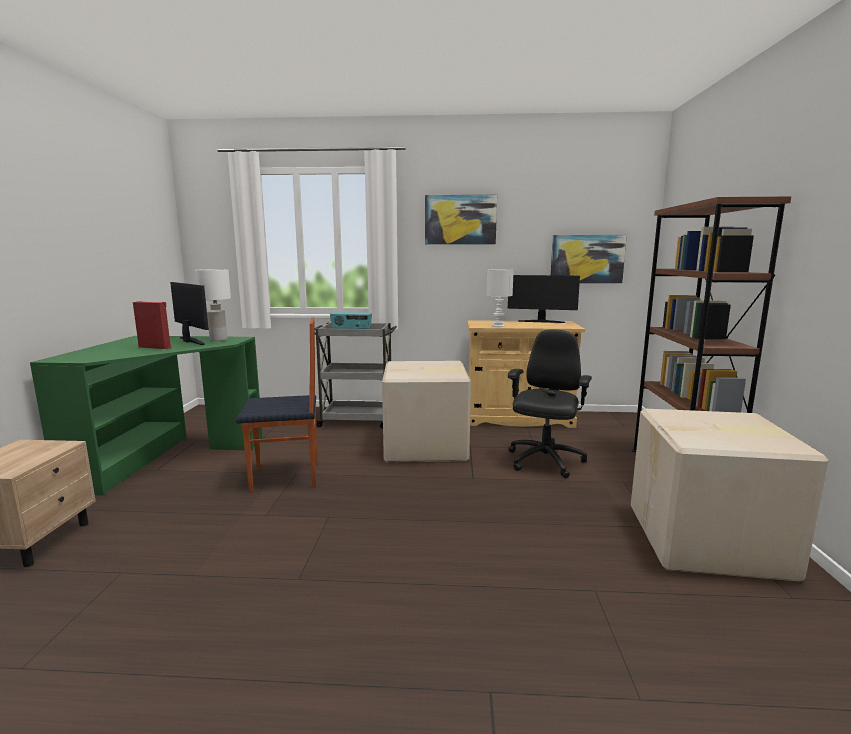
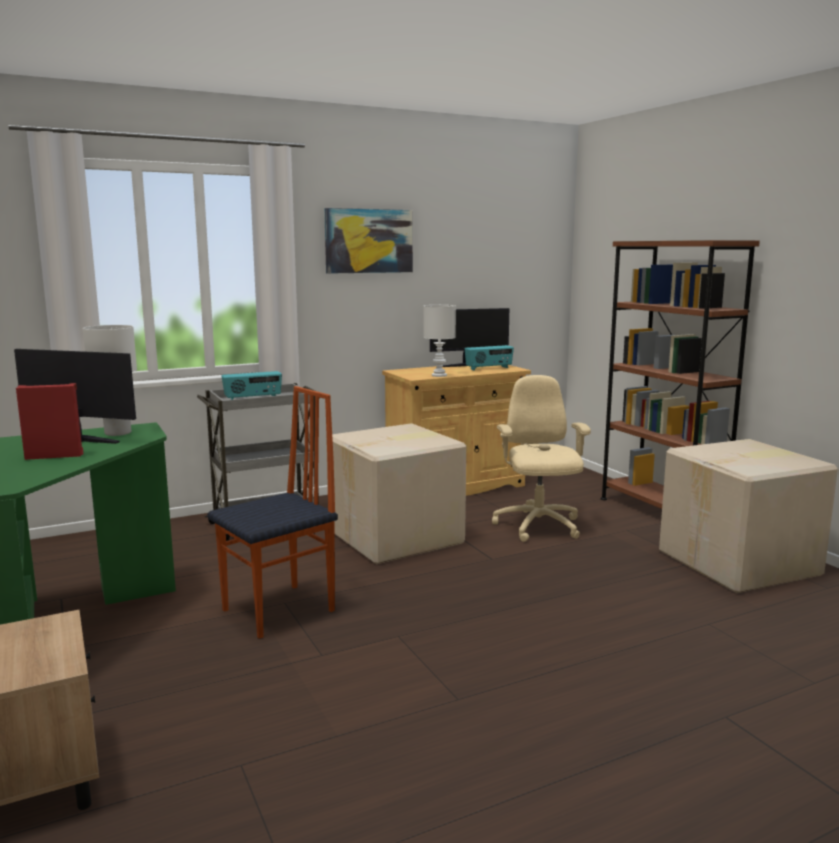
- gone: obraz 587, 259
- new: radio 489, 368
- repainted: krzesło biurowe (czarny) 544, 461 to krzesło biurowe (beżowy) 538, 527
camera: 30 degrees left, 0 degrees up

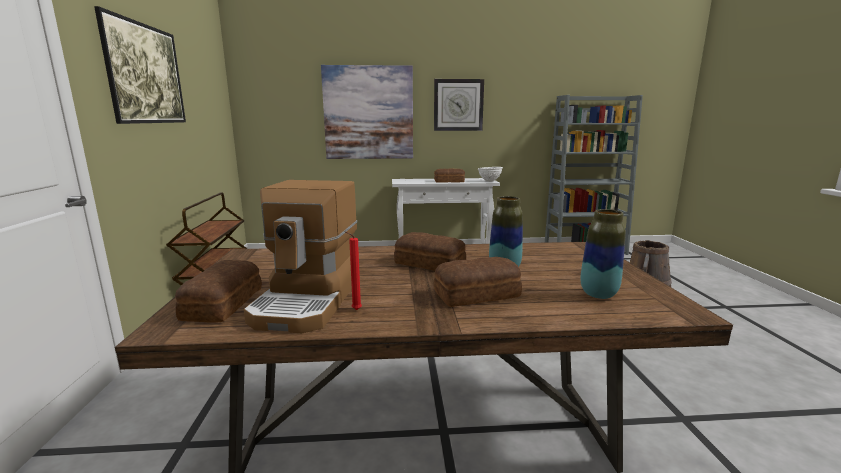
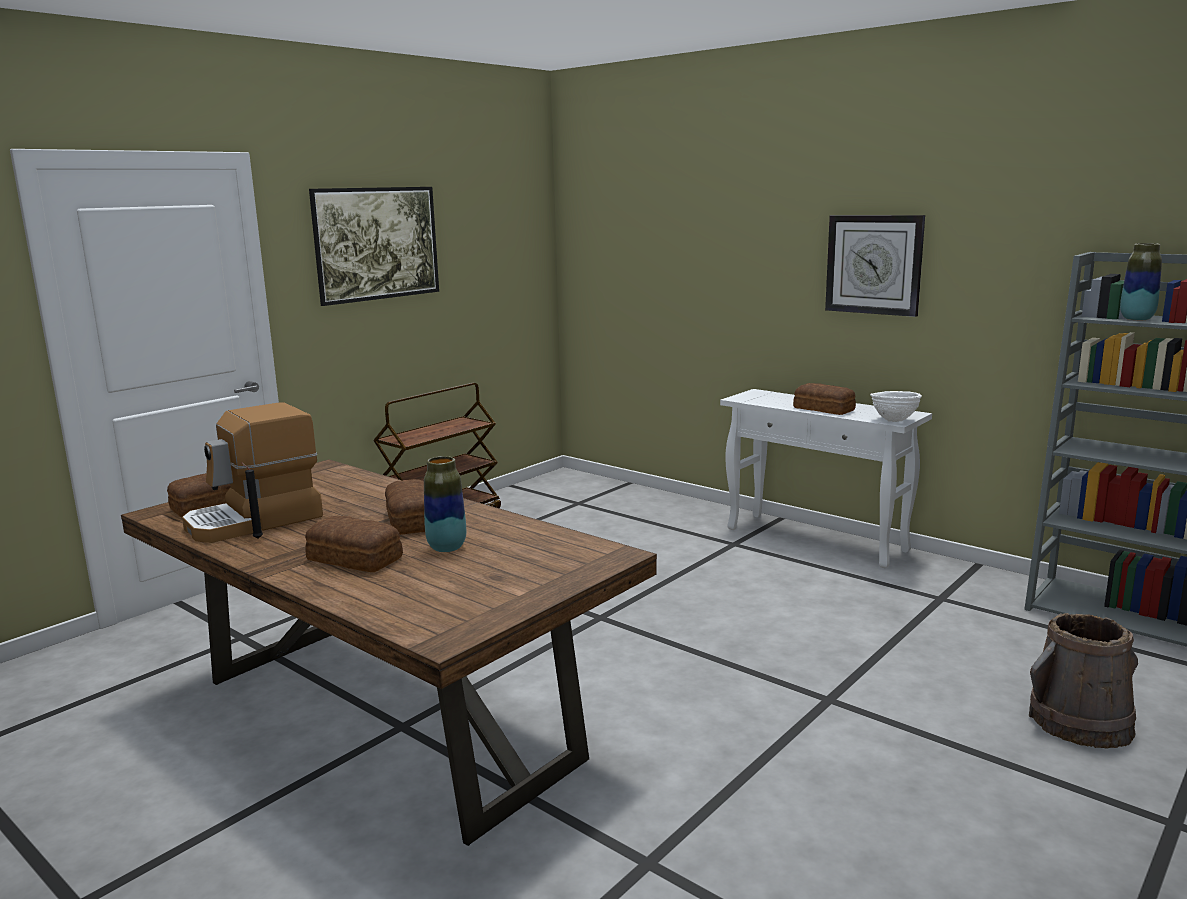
- gone: obraz 368, 113
- shifted: wazon 598, 294 to 1136, 319
- repainted: świeca (czerwony) 355, 310 to świeca (czarny) 256, 538
camera: 45 degrees right, 0 degrees up

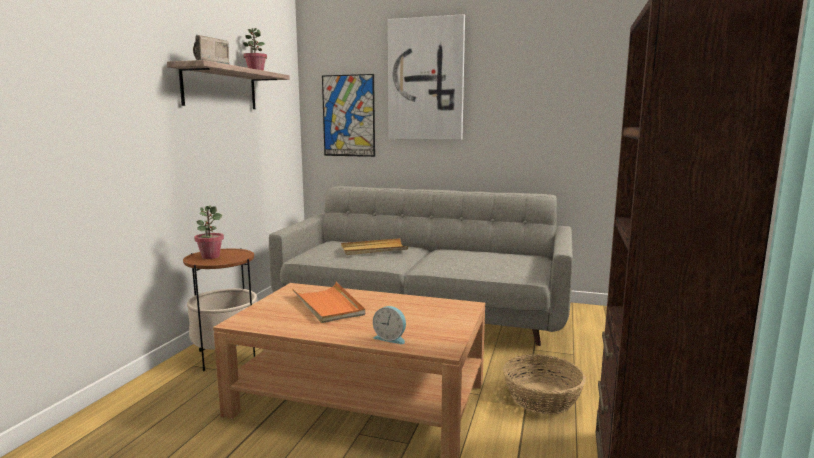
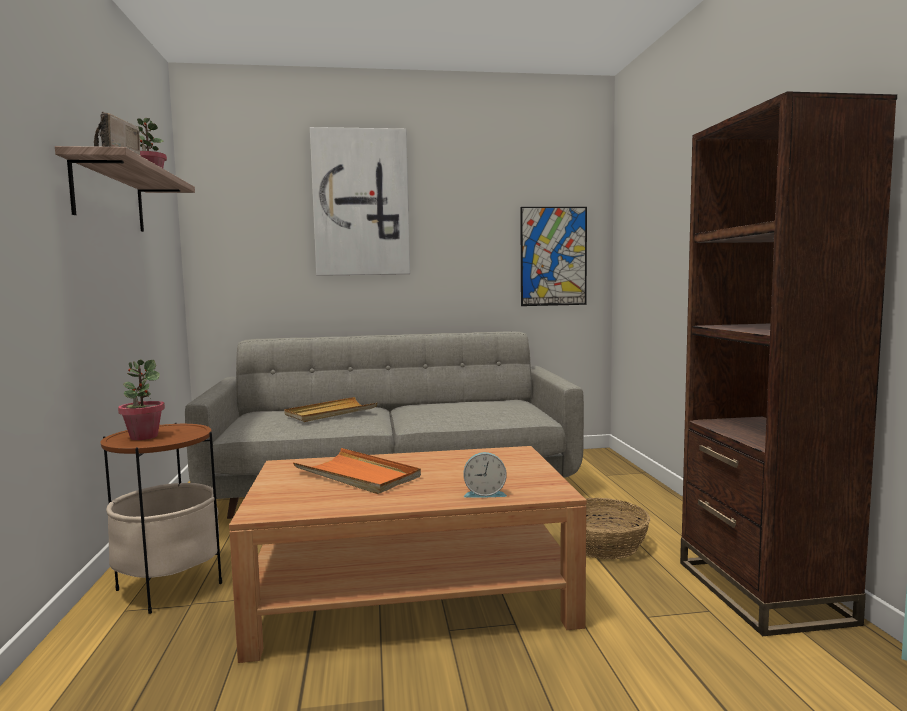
- shifted: obraz 348, 116 to 553, 256
camera: 25 degrees left, 5 degrees down

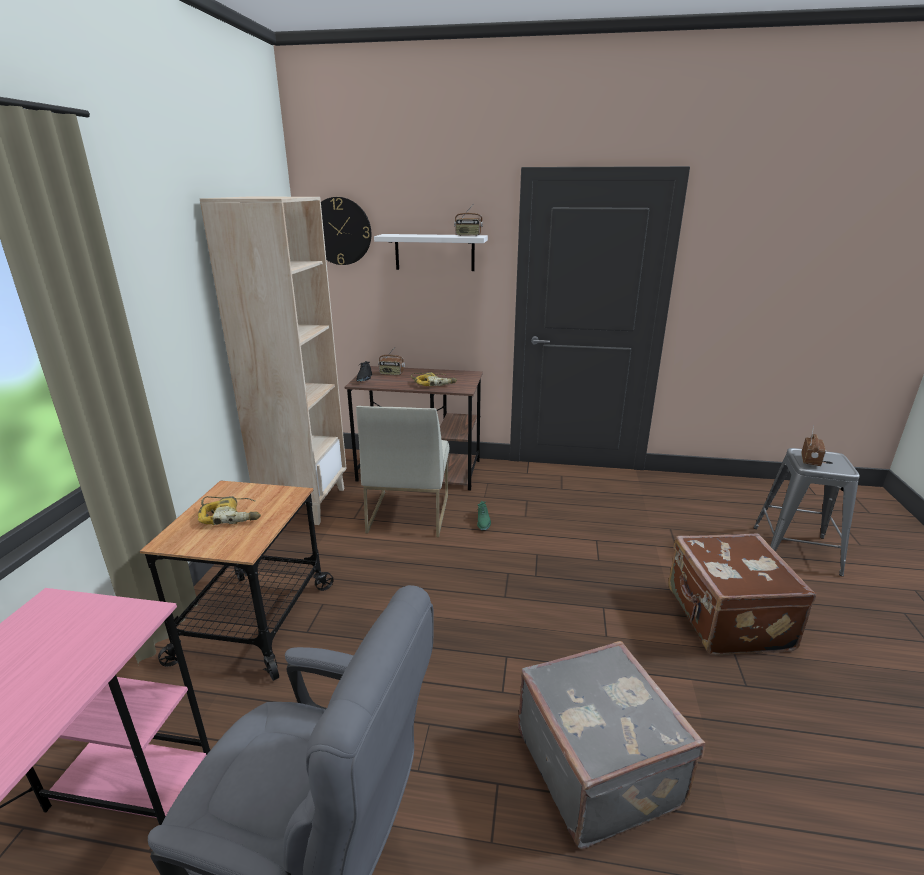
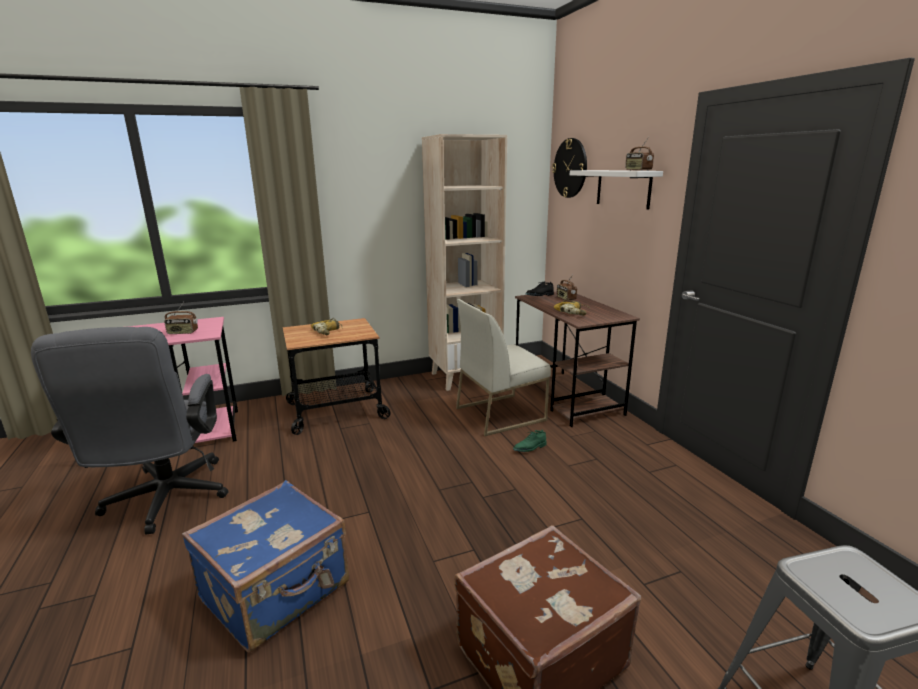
- shifted: radio 811, 460 to 182, 333
- repainted: walizka (szary) 599, 766 to walizka (niebieski) 277, 592
camera: 60 degrees right, 5 degrees down

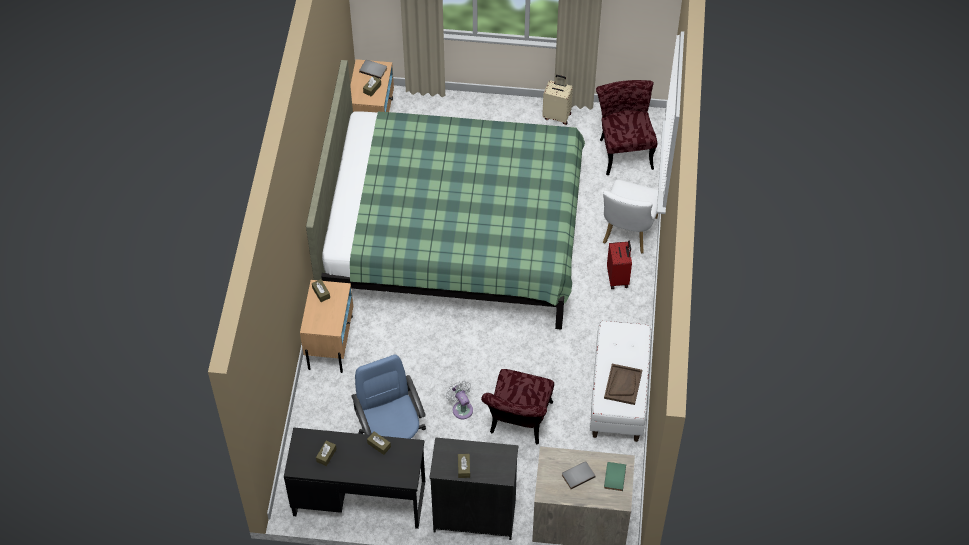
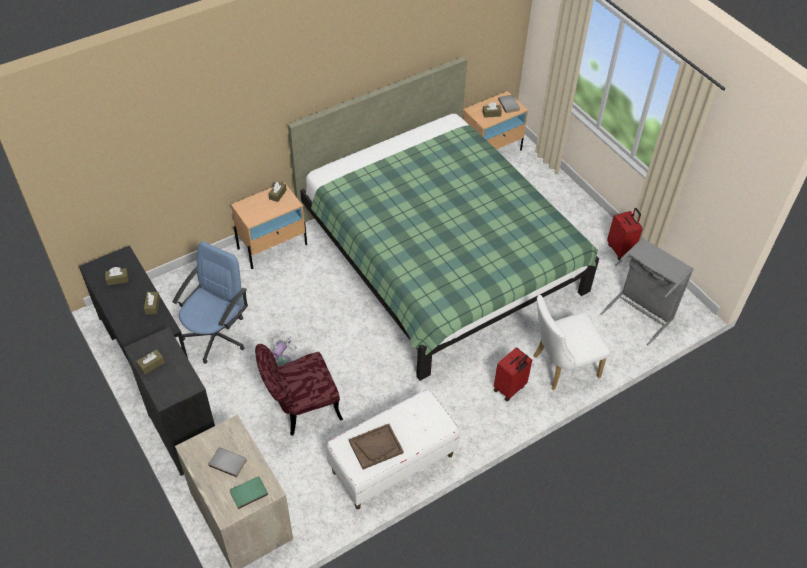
- swapped: krzesło (czerwony) 624, 149 to kosz na pranie (szary) 641, 312
- repainted: walizka (beżowy) 557, 116 to walizka (czerwony) 620, 250
camera: 50 degrees right, 5 degrees down

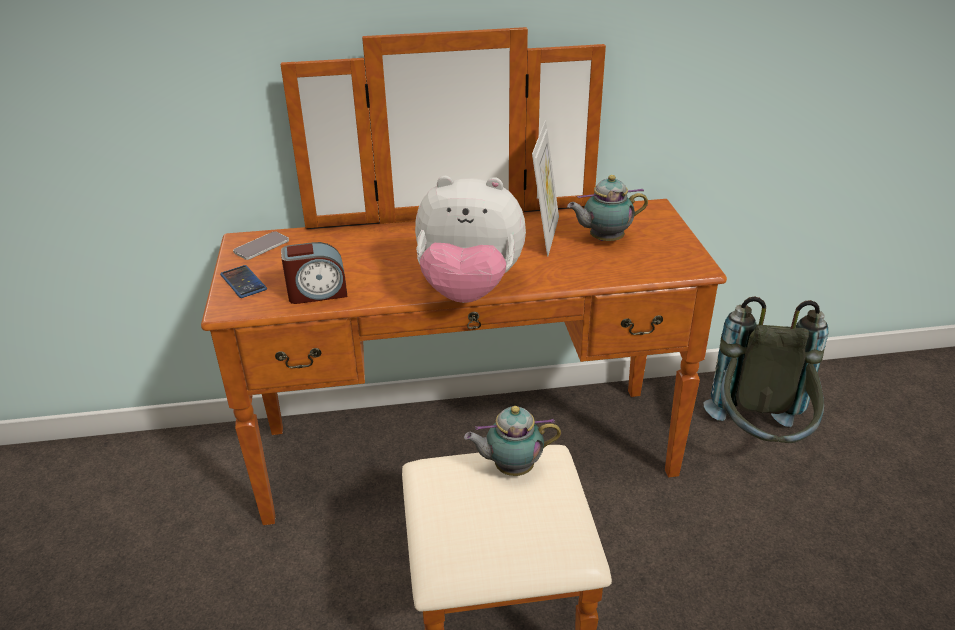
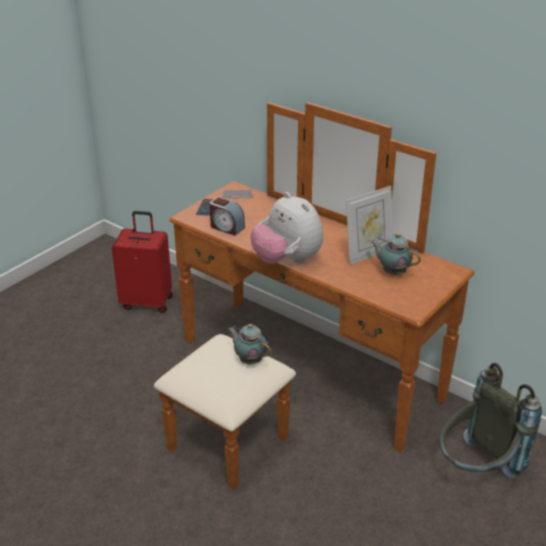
- new: walizka (czerwony) 147, 302
camera: 45 degrees right, 0 degrees up

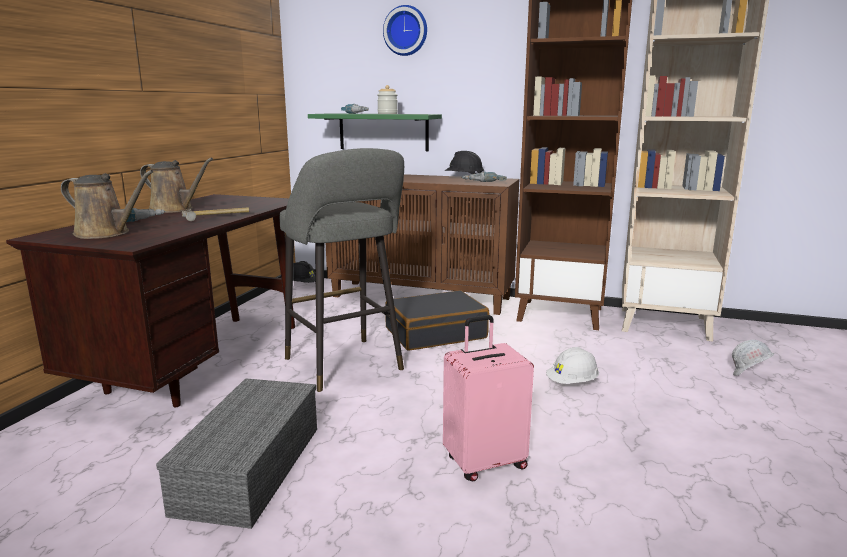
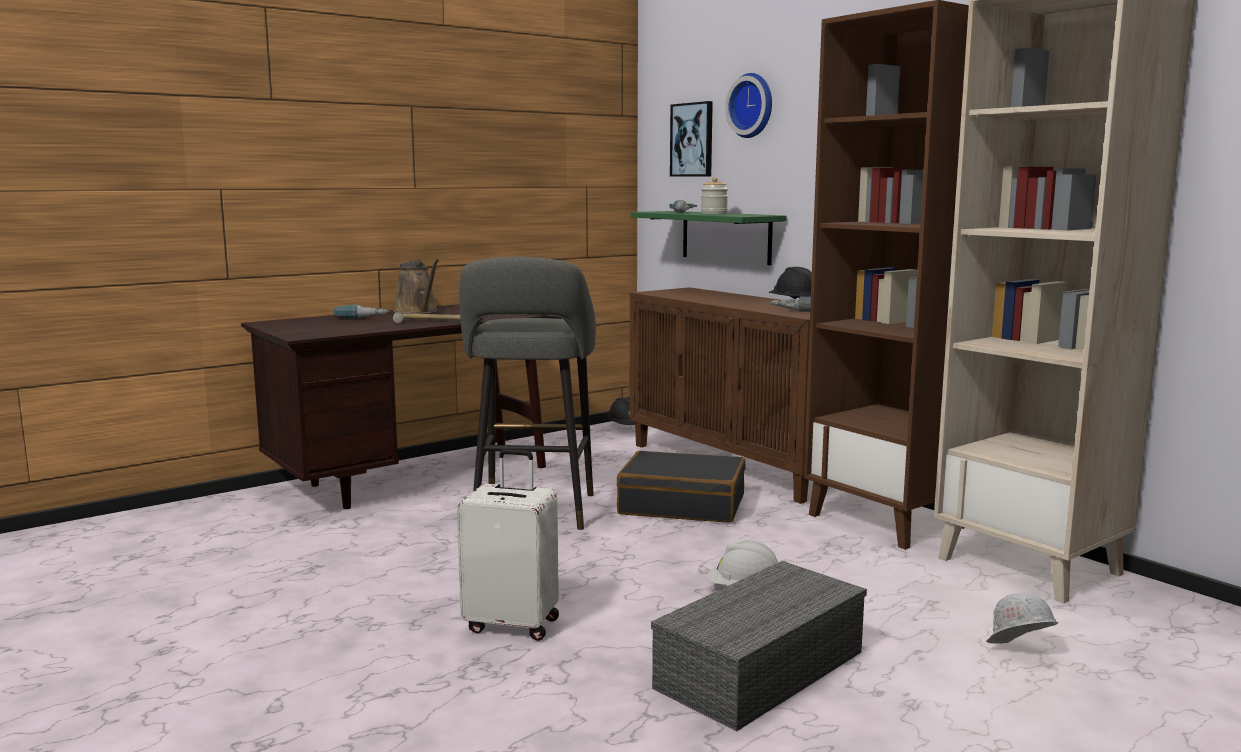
- gone: konewka (brązowy) 106, 233
- new: obraz 692, 140
- shifted: pojemnik do przechowywania (szary) 249, 466 to 760, 668
- repainted: walizka (różowy) 484, 462 to walizka (biały) 513, 624
camera: 35 degrees right, 5 degrees down

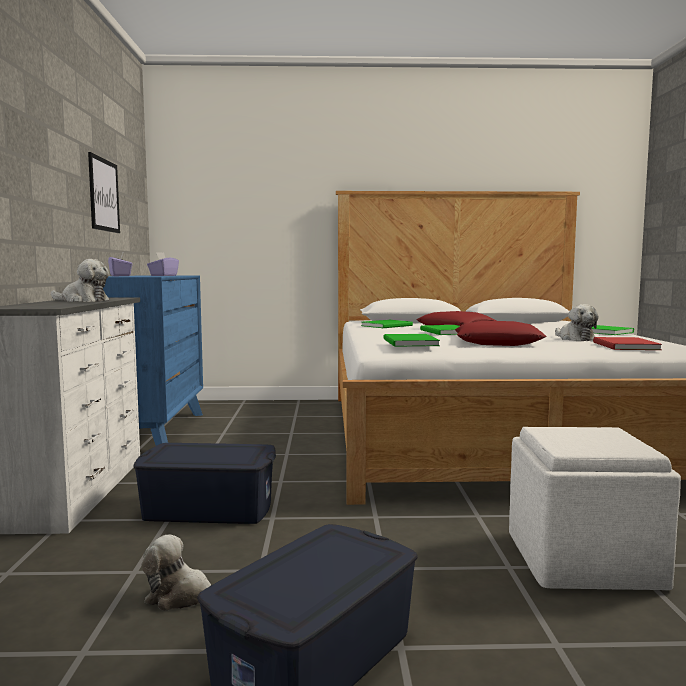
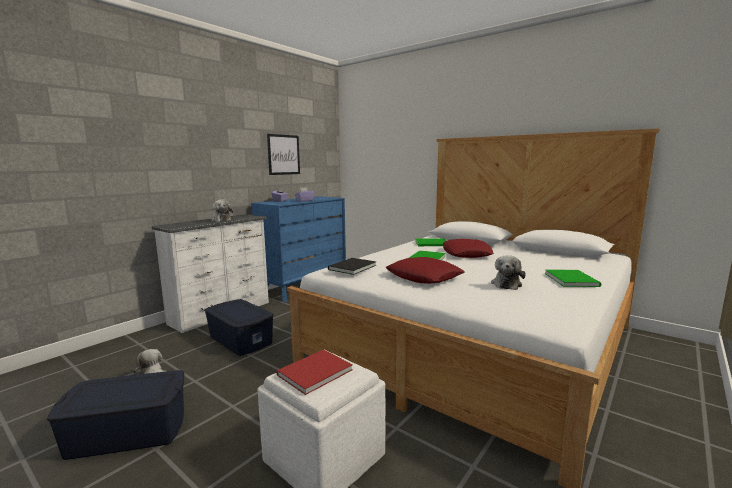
- shifted: książka (czerwony) 624, 346 to 312, 372
- repainted: książka (zielony) 409, 343 to książka (czarny) 350, 267
camera: 40 degrees right, 5 degrees up

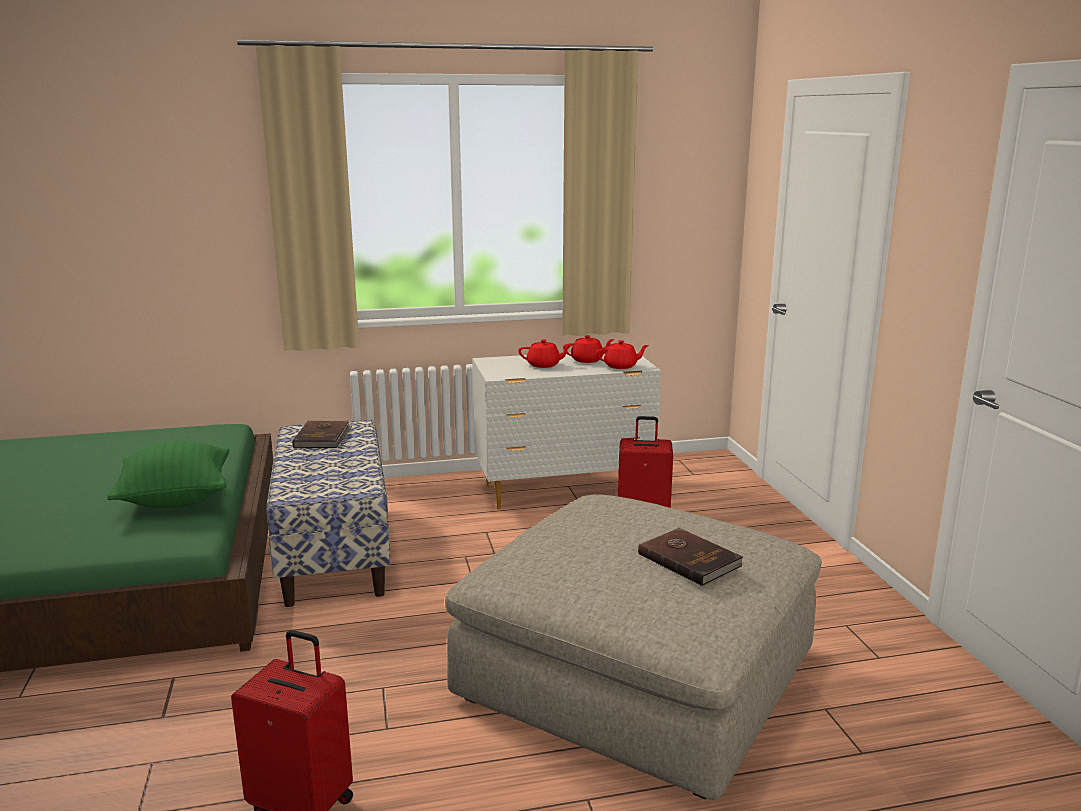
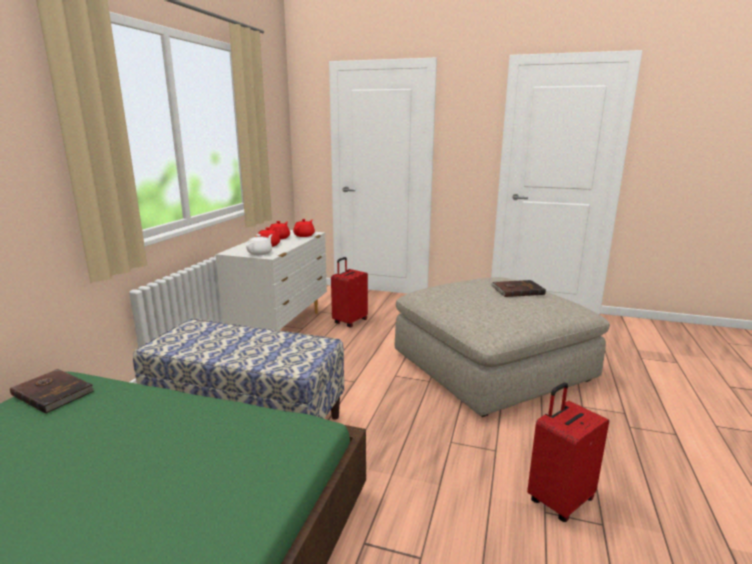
- gone: poduszka (zielony) 176, 499
- new: imbryk (biały) 260, 253
- shifted: książka (brązowy) 323, 437 to 54, 392
camera: 60 degrees left, 0 degrees up

